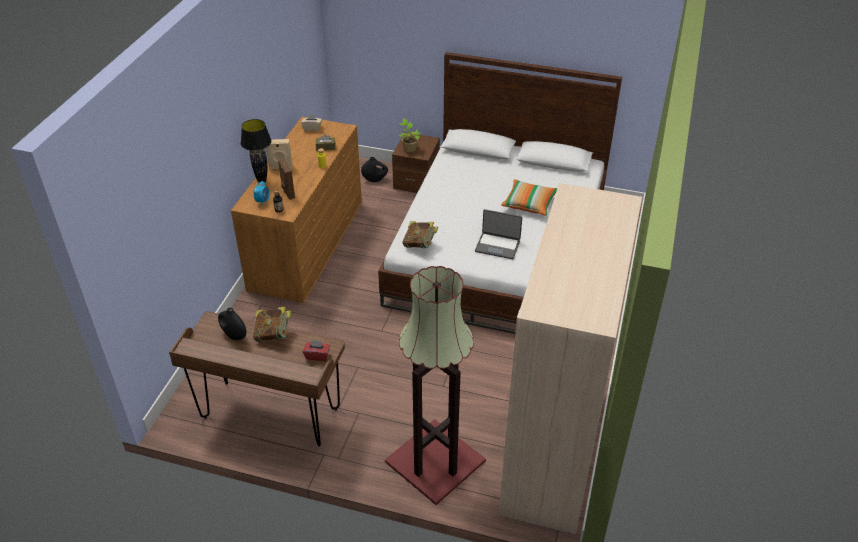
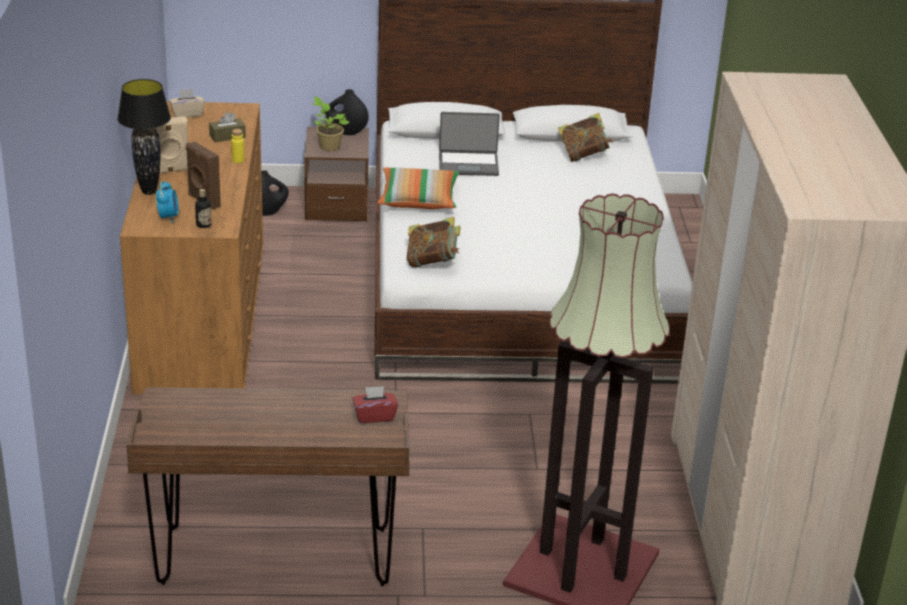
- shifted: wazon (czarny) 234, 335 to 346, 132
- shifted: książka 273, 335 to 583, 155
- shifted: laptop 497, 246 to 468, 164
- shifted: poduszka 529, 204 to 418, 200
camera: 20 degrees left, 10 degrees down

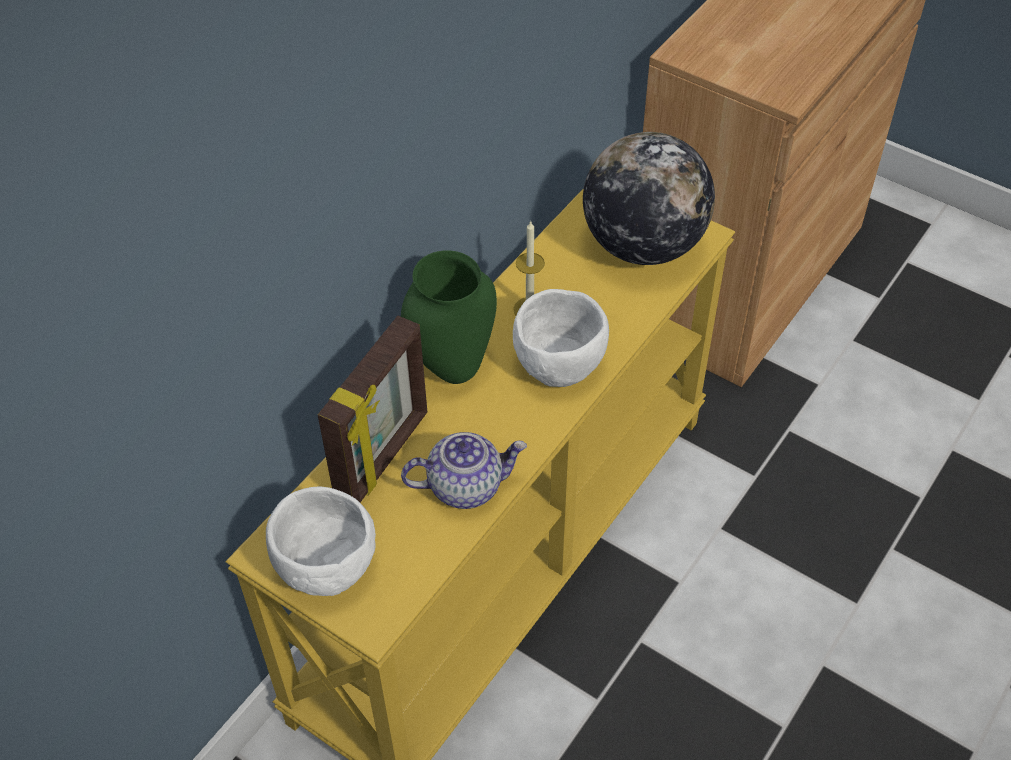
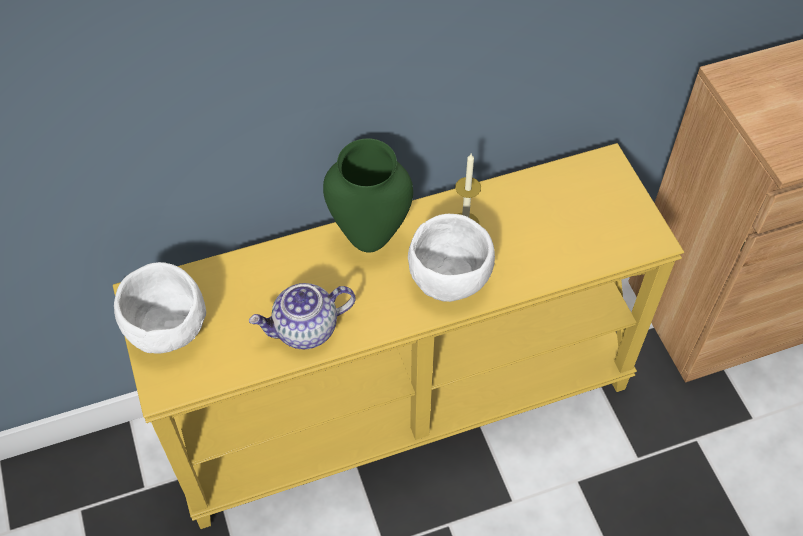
- gone: ramka na zdjęcie 384, 456
- gone: globus 643, 245
- rotated: imbryk 466, 485 = 305, 330 135 degrees clockwise
camera: 35 degrees right, 5 degrees up

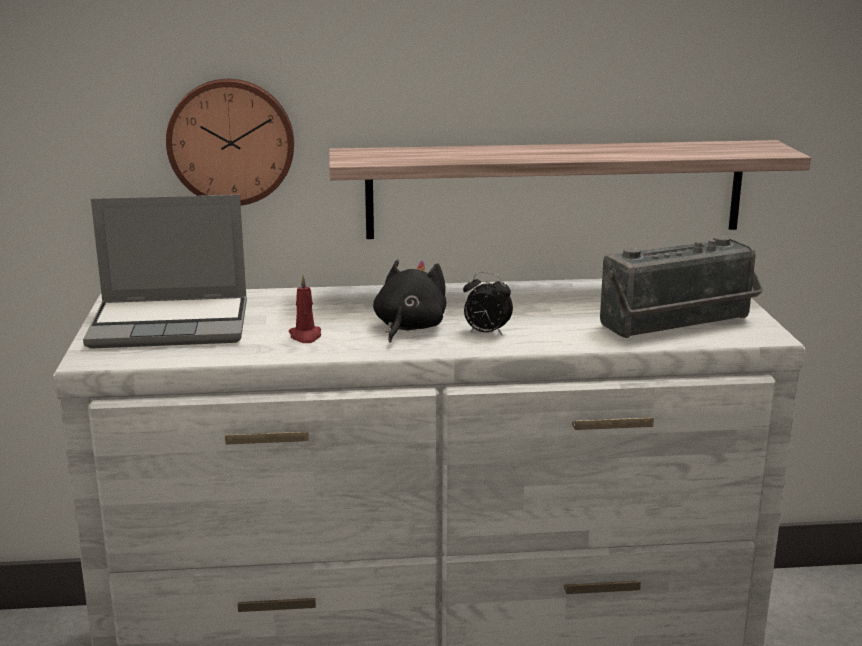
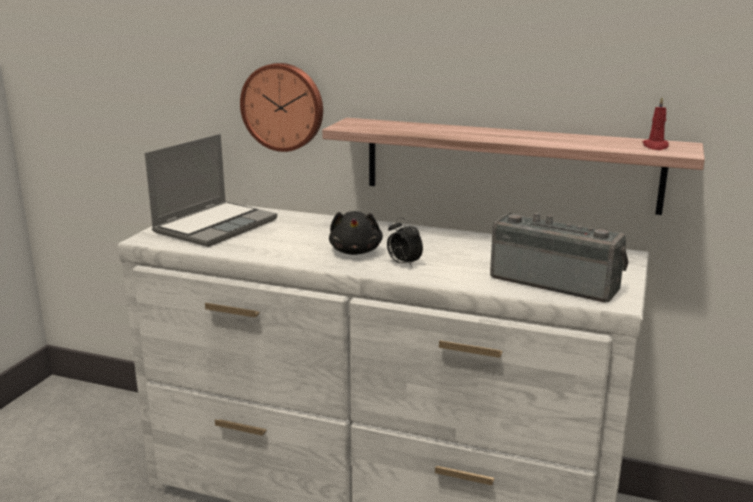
- shifted: świeca (czerwony) 305, 336 to 655, 146
- rotated: laptop 172, 324 = 215, 225 75 degrees counterclockwise
- rotated: pluszak (czarny) 408, 327 = 356, 251 135 degrees clockwise
- rotated: radio 679, 325 = 556, 282 150 degrees counterclockwise
camera: 25 degrees right, 0 degrees up

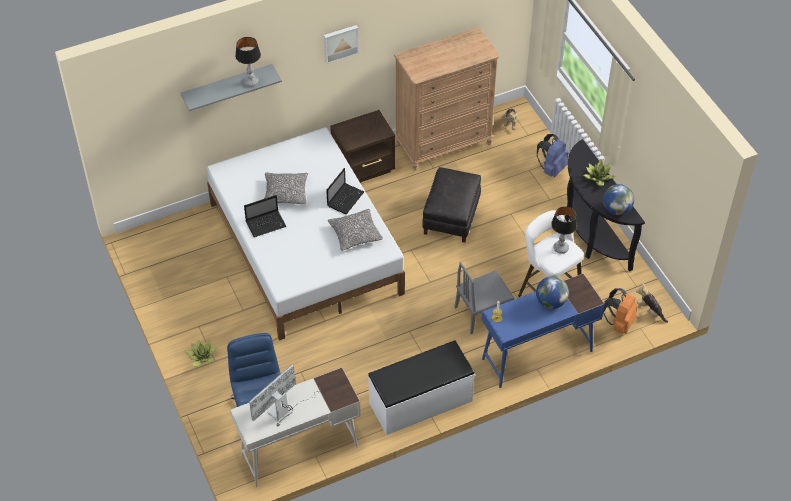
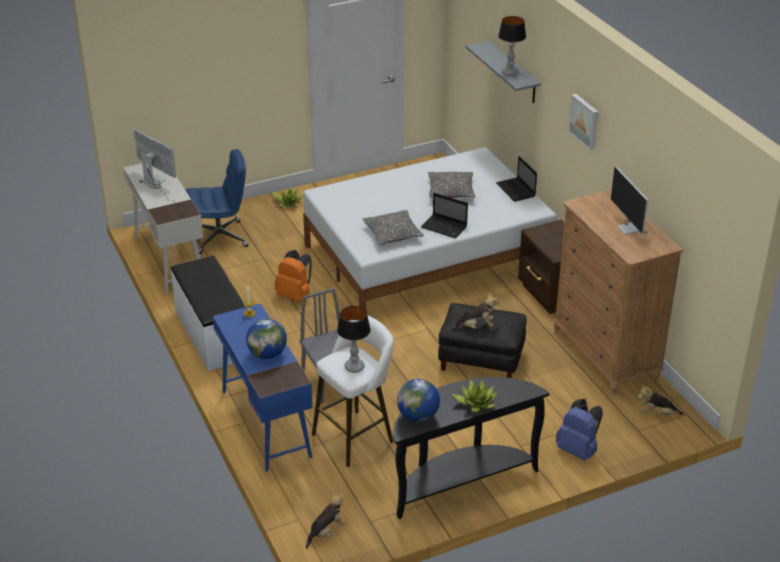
- new: pluszak 476, 326
- new: monitor 628, 224
- shifted: laptop 266, 224 to 516, 190
- shifted: plecak (pomarańczowy) 619, 323 to 295, 296
camera: 90 degrees right, 15 degrees down

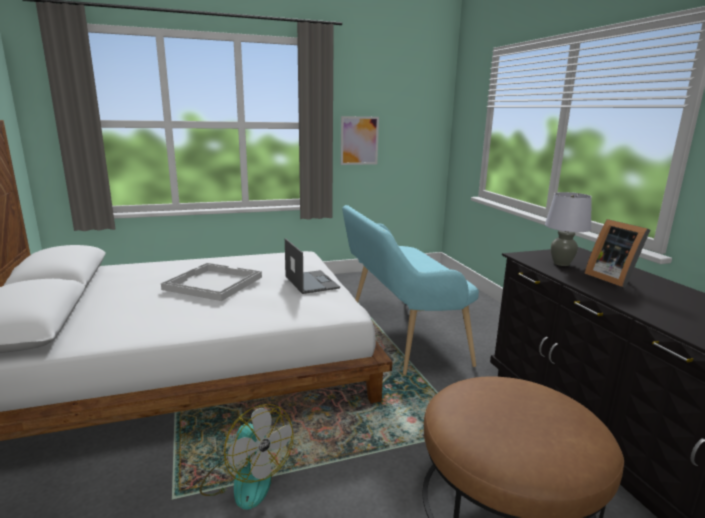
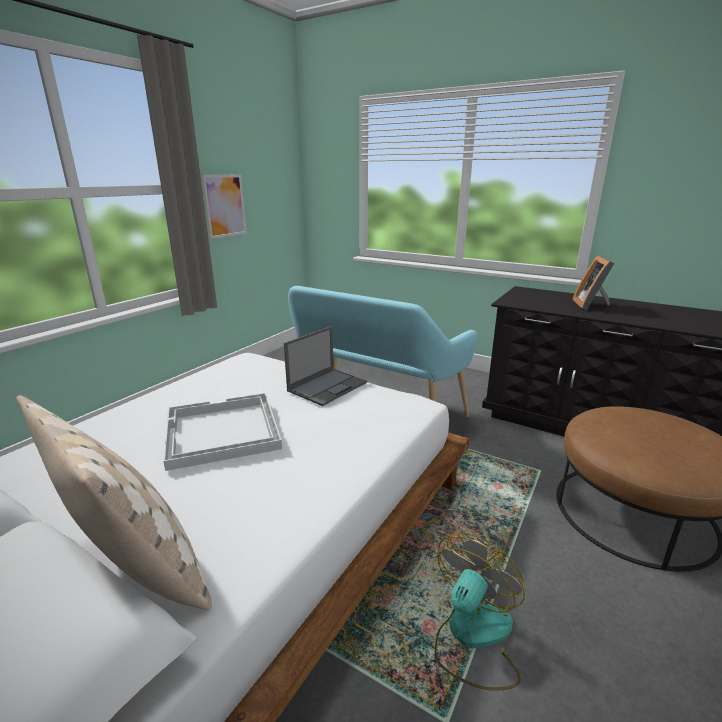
- gone: lampa stołowa (szary) 561, 263
- new: poduszka (beżowy) 137, 568
- rotated: wentylator 245, 479 = 472, 637 60 degrees counterclockwise
- rotated: laptop 311, 282 = 328, 386 105 degrees clockwise
- rotated: ramka na zdjęcie 612, 278 = 591, 305 75 degrees clockwise
camera: 40 degrees left, 5 degrees up

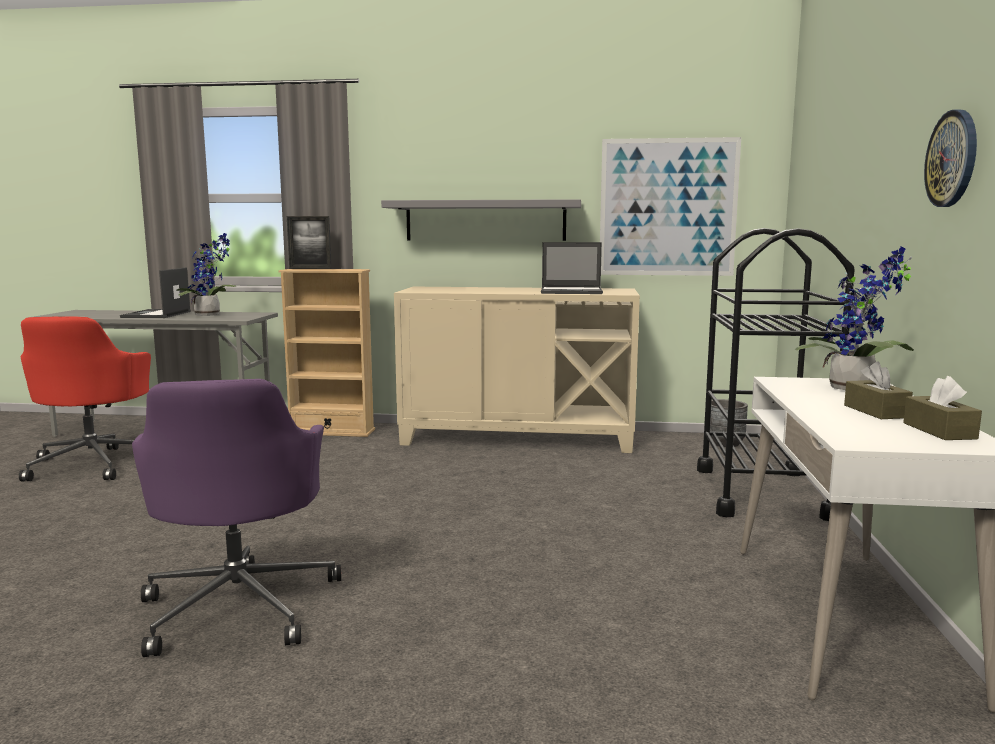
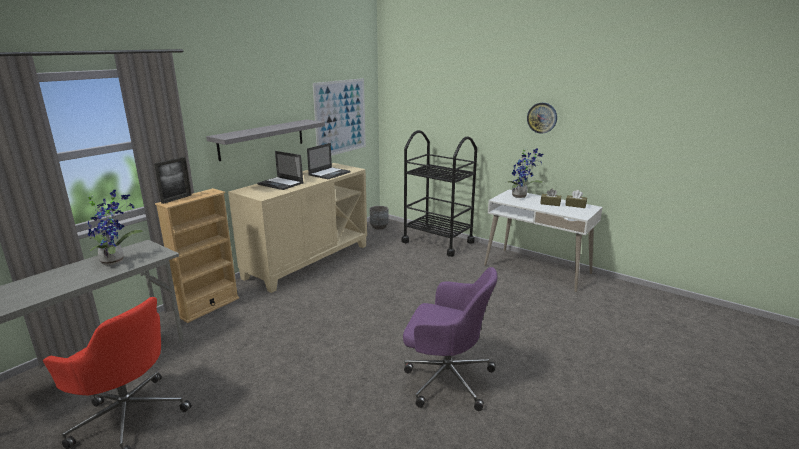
- shifted: laptop 156, 314 to 281, 183
camera: 60 degrees left, 10 degrees up

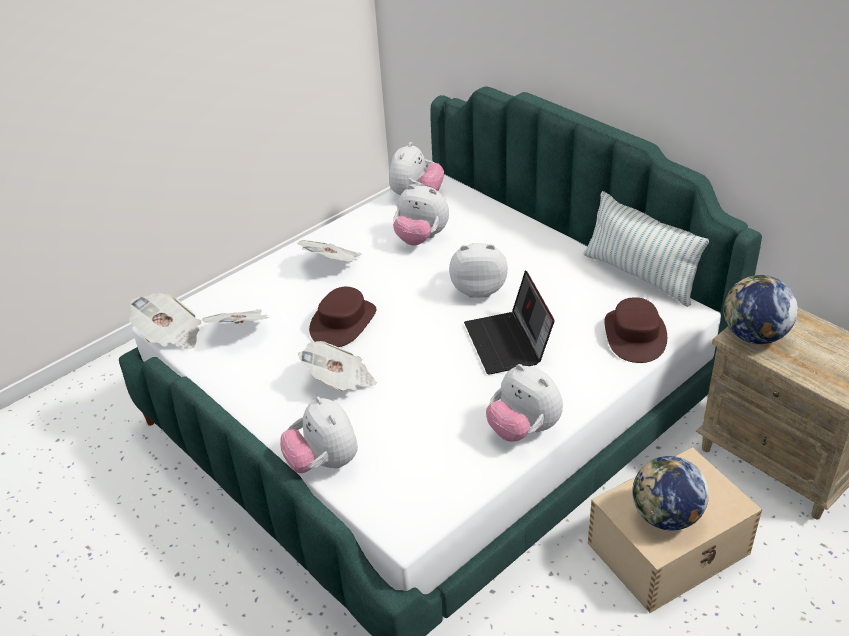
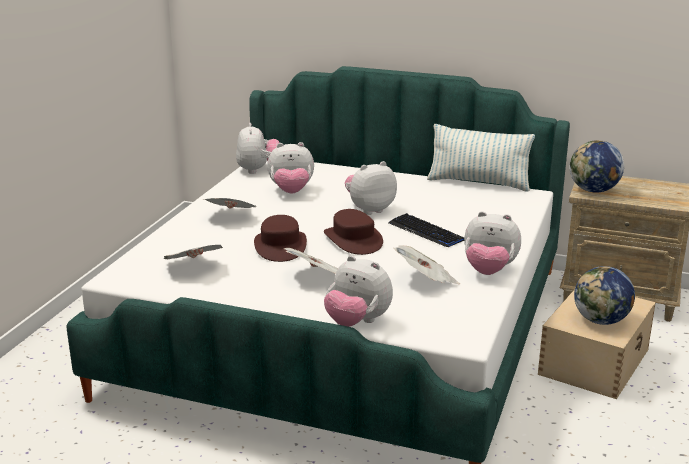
- shifted: gazeta 170, 335 to 426, 281
- shifted: kapelusz (brązowy) 635, 335 to 353, 240
- swapped: laptop 508, 343 to klawiatura 426, 232
camera: 30 degrees left, 15 degrees down

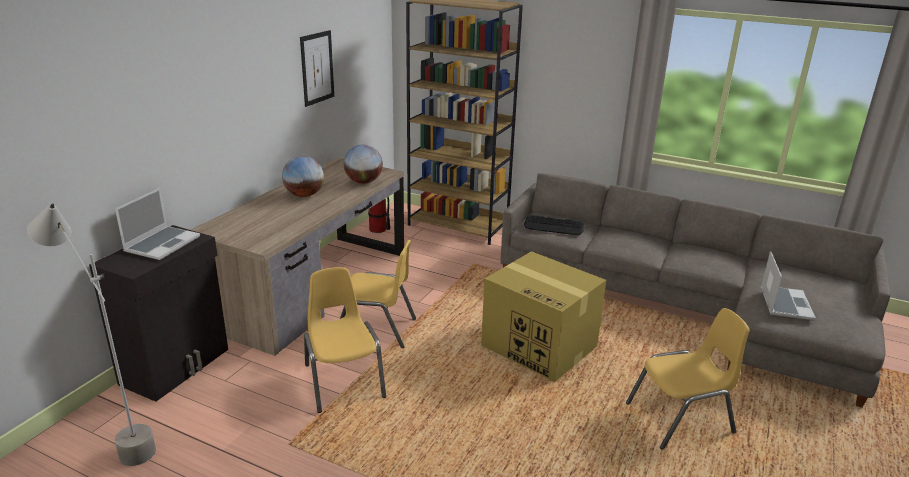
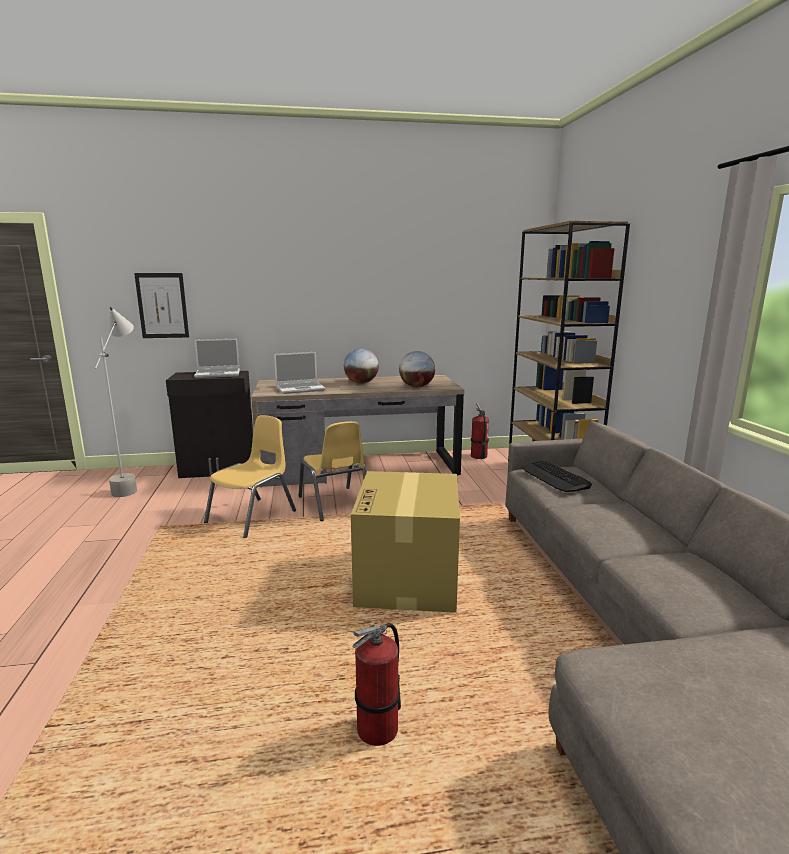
- shifted: obraz 317, 68 to 162, 305
- shifted: laptop 784, 303 to 300, 389
- swapped: krzesło (żółty) 680, 419 to gaśnica 378, 730
camera: 55 degrees right, 10 degrees down

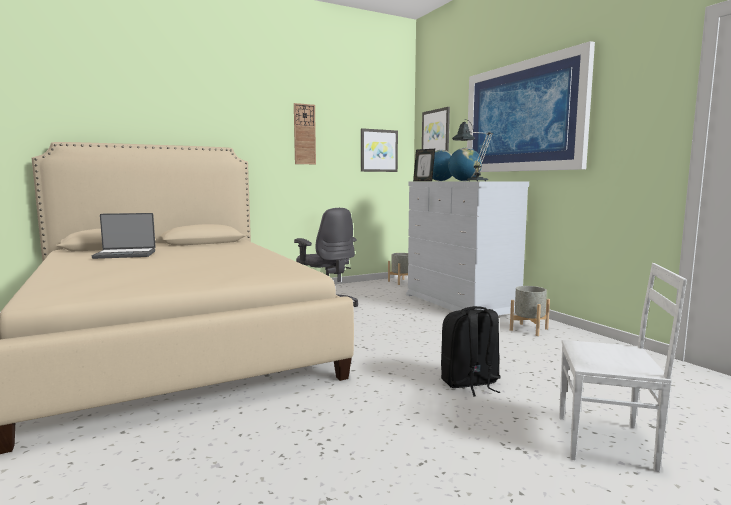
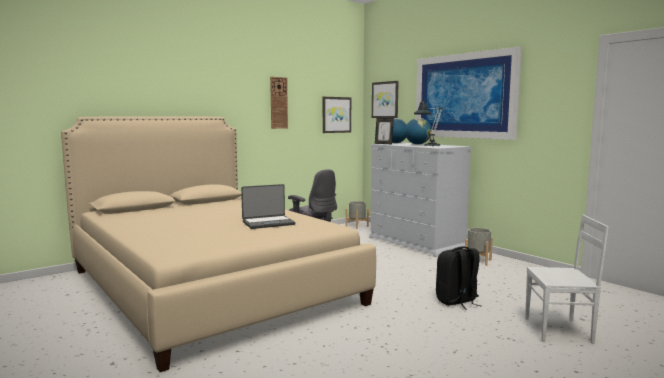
- shifted: laptop 125, 254 to 268, 223
camera: 10 degrees left, 0 degrees up

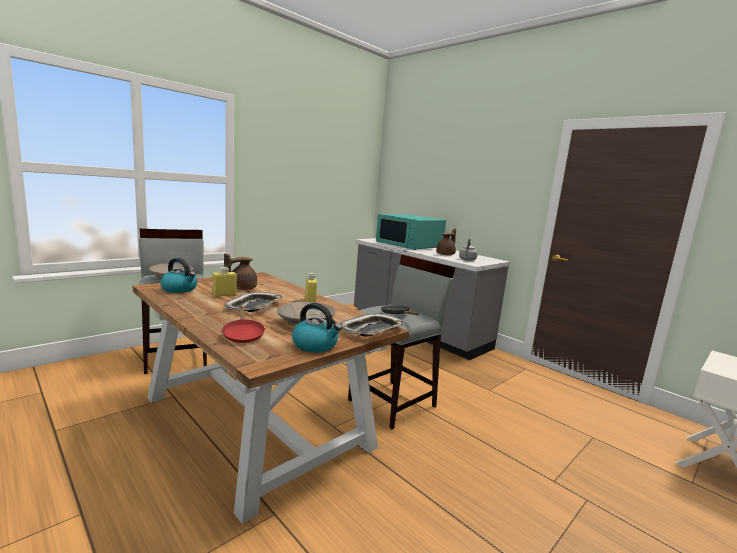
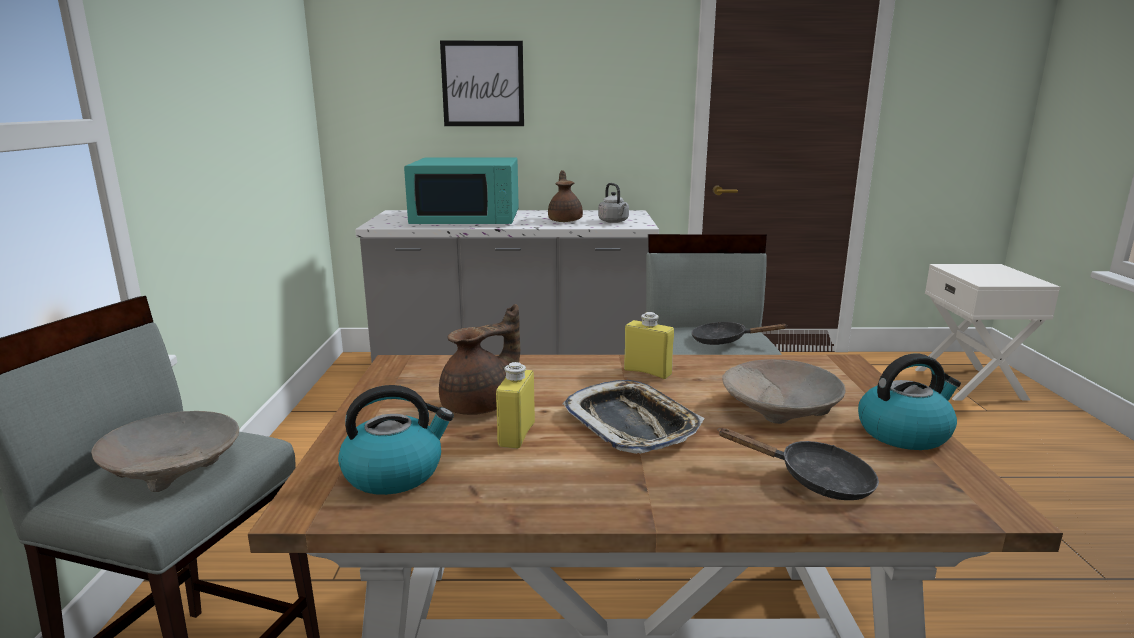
- gone: taca 372, 330
- new: obraz 483, 84
- repainted: patelnia (czerwony) 243, 335 to patelnia (czarny) 815, 480
- rotated: imbryk (brązowy) 240, 288 = 480, 406 120 degrees counterclockwise
camera: 45 degrees left, 5 degrees up

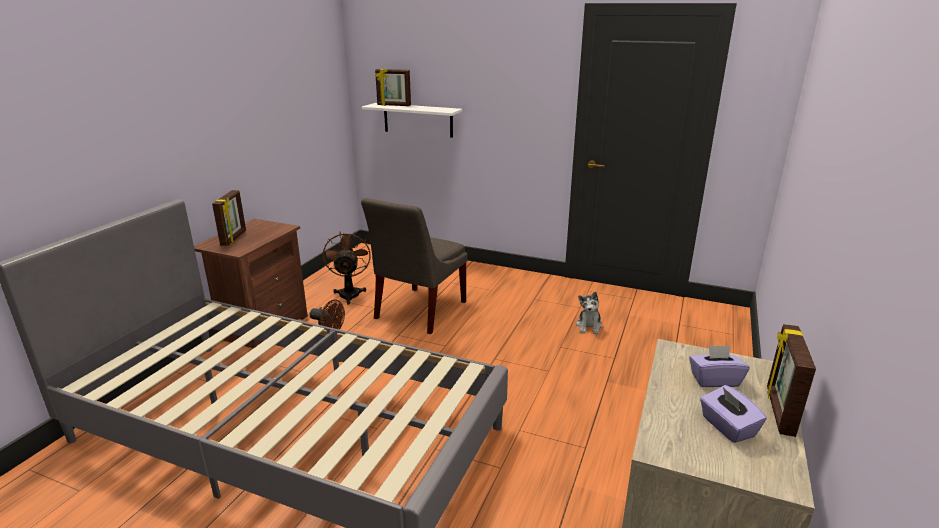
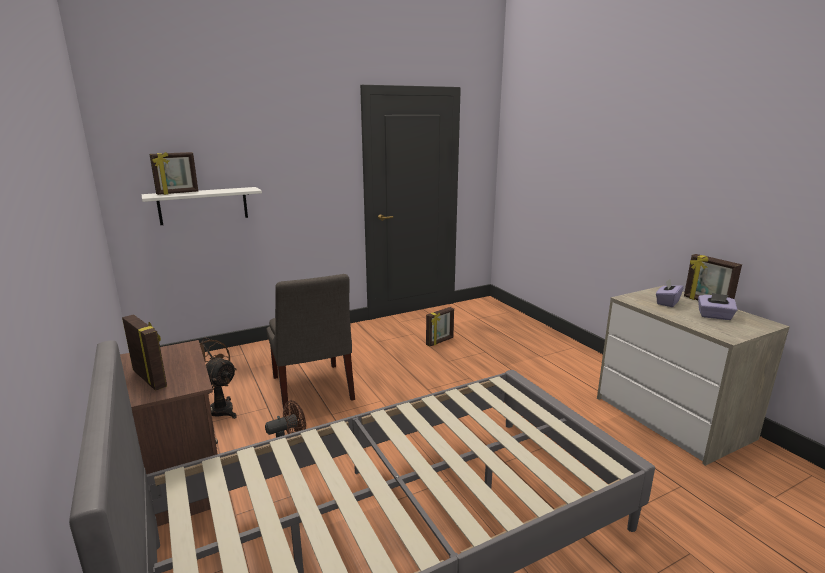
- swapped: pluszak 589, 326 to ramka na zdjęcie 440, 341
camera: 50 degrees left, 5 degrees down

